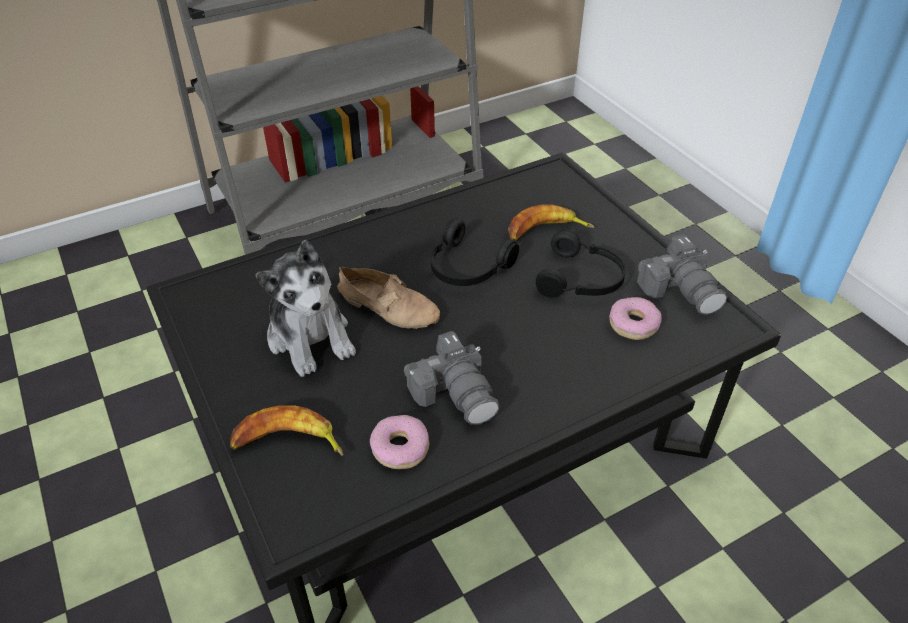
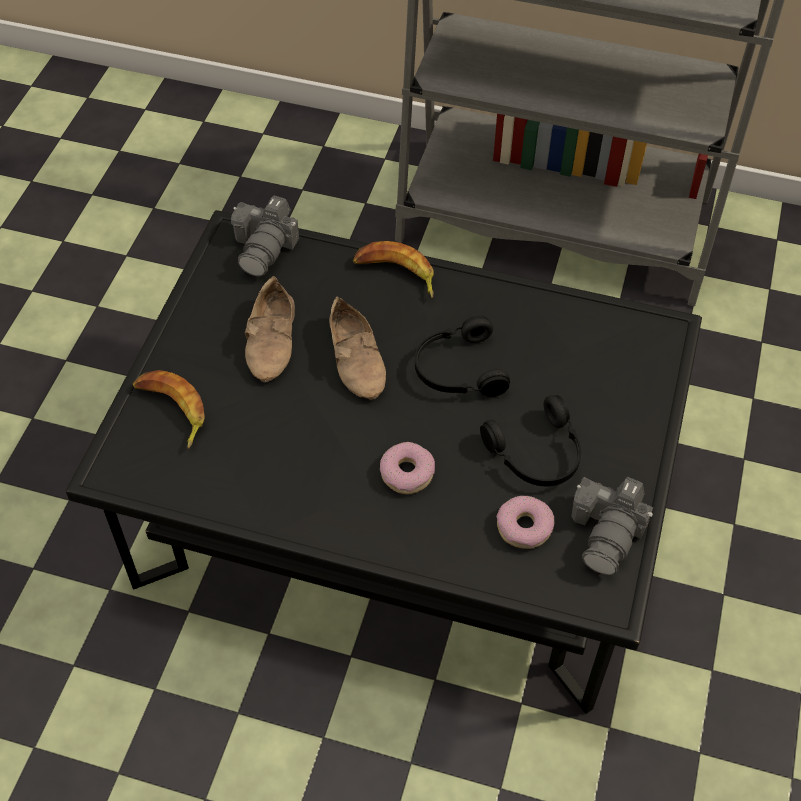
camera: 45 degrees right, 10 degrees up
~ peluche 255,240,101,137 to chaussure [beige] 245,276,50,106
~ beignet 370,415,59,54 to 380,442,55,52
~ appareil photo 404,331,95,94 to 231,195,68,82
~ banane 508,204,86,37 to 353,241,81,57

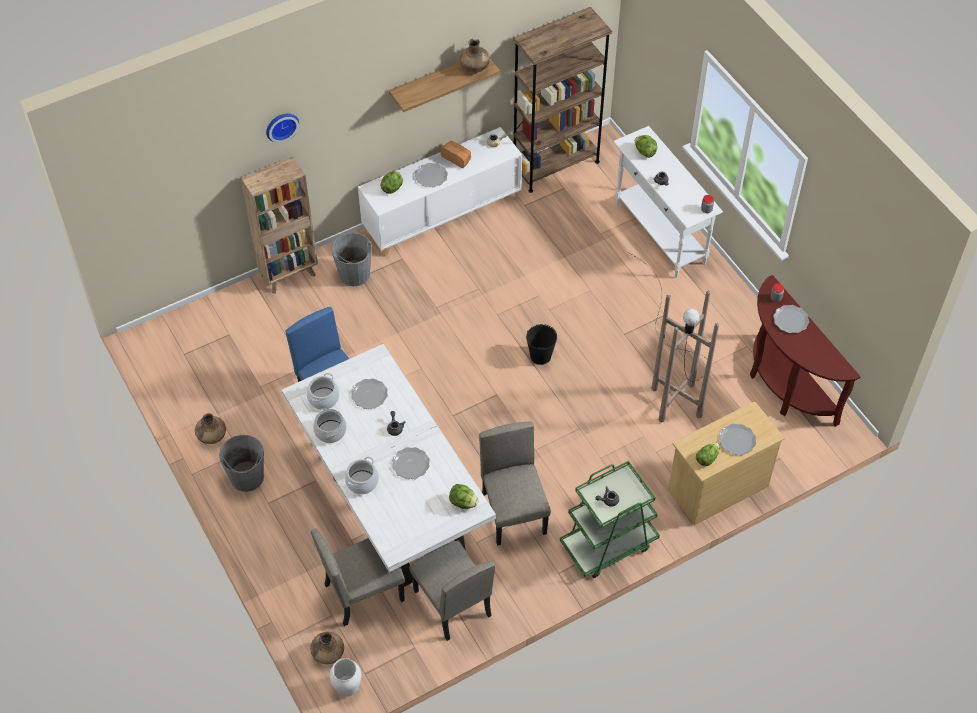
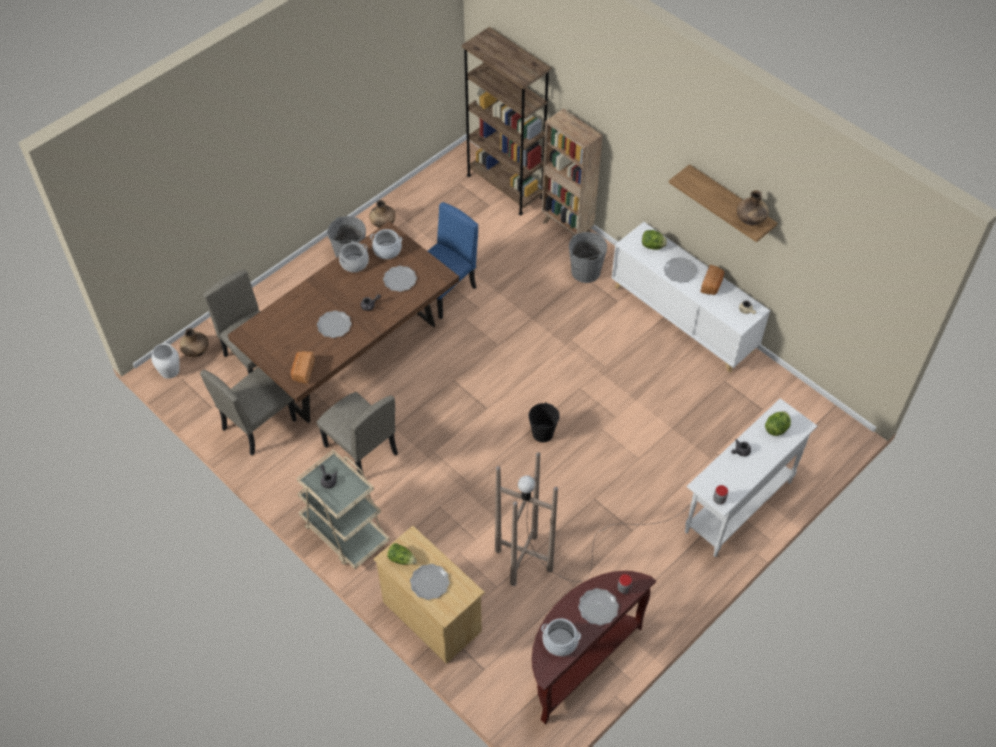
camera: 75 degrees right, 0 degrees up
- horloge murale 266,114,33,29
~ table à manger [blanc] 282,344,214,243 to table à manger [marron] 228,221,231,202
~ marmite 345,456,34,38 to 541,618,40,38
~ laitue 449,484,30,25 to pain 291,351,24,32
~ chaise [beige] 479,421,72,125 = 317,392,81,86 75 degrees clockwise
~ bibliothèque [marron] 513,7,99,186 to 462,27,89,188
~ chariot [vert] 560,461,100,117 to chariot [beige] 297,449,93,120

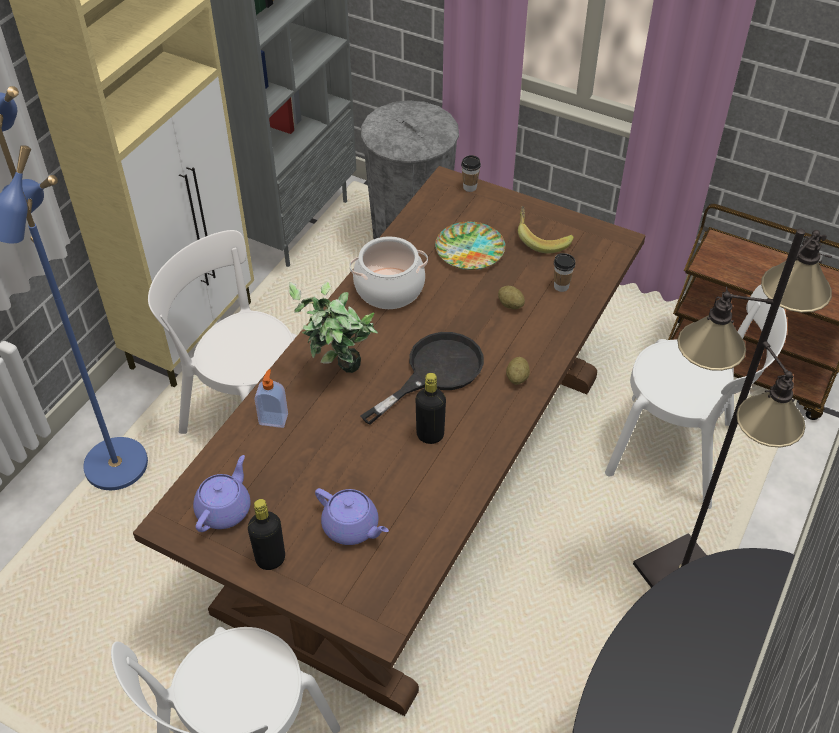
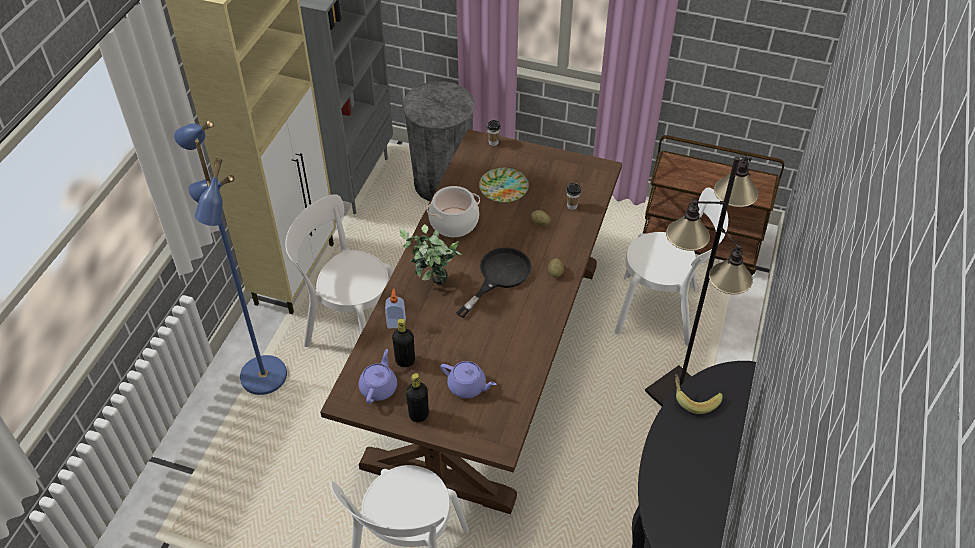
camera: 10 degrees left, 0 degrees up
~ bouteille [noir] 416,373,30,71 to 392,318,23,49
~ banane 518,206,56,47 to 675,374,47,40

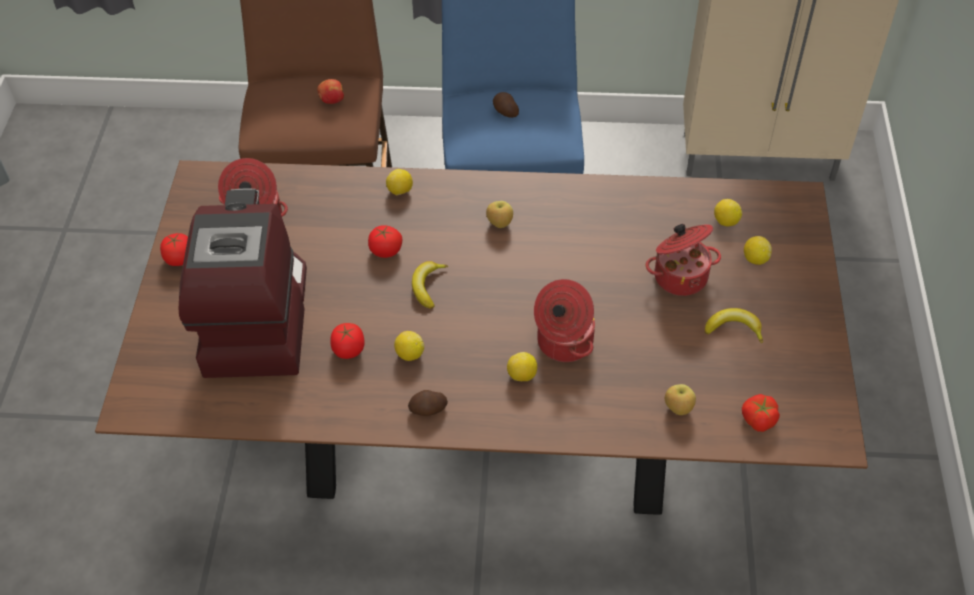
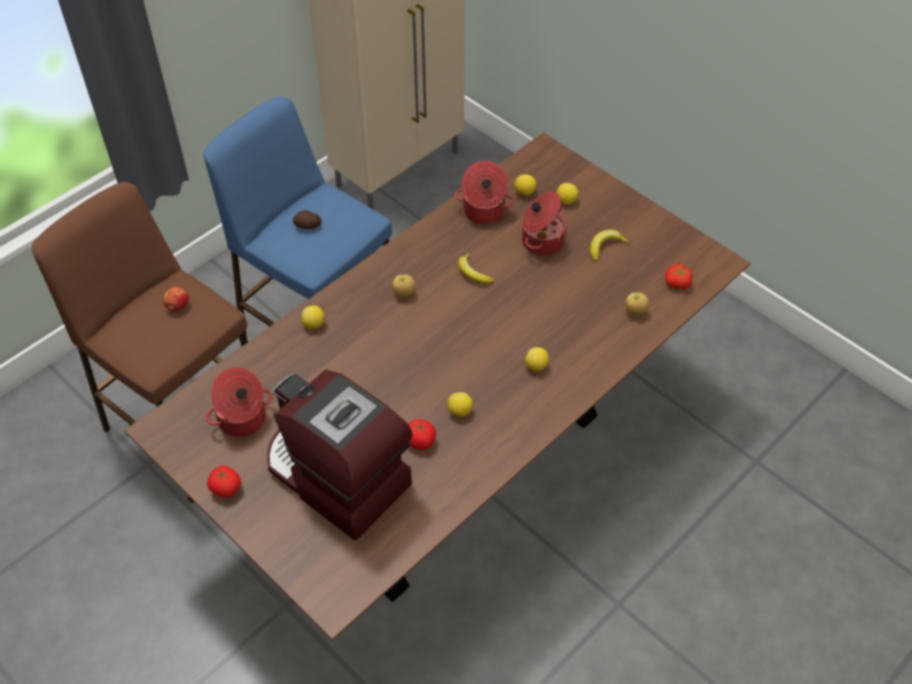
camera: 50 degrees left, 0 degrees up
- tomate 368,225,34,33
- pomme de terre 408,390,40,26
~ banane 412,261,36,48 to 458,253,36,31
~ marmite 534,279,61,83 to 455,161,59,63

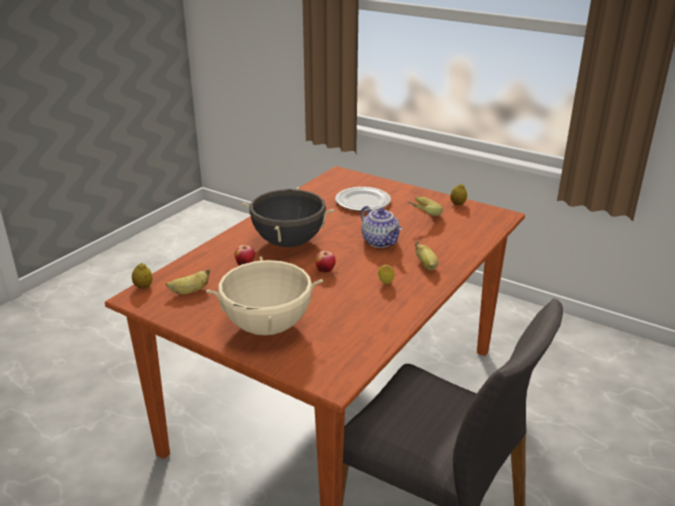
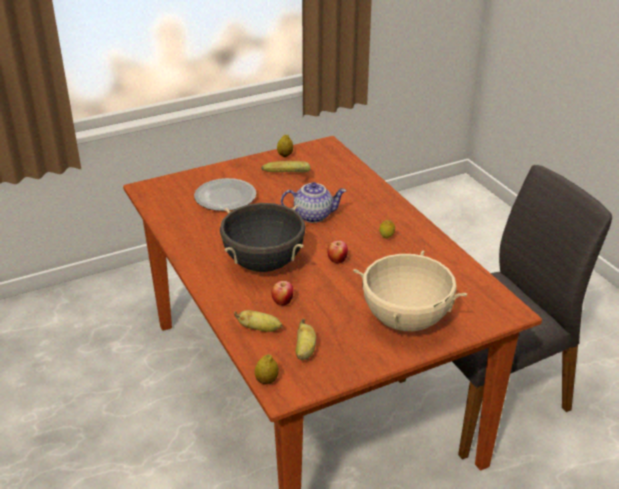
camera: 60 degrees left, 5 degrees up
~ banane 415,241,23,30 to 234,310,48,22

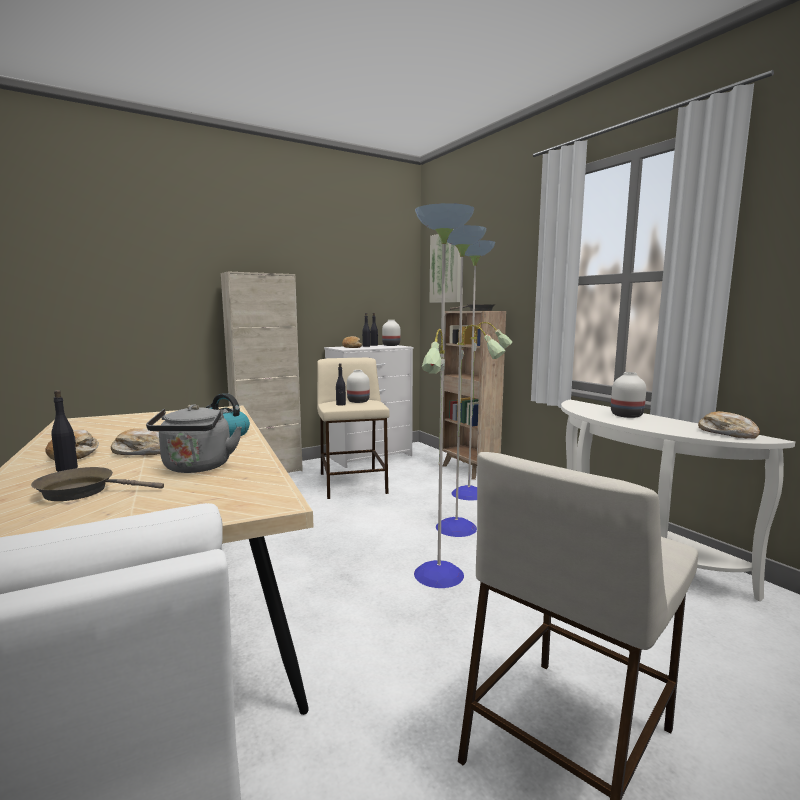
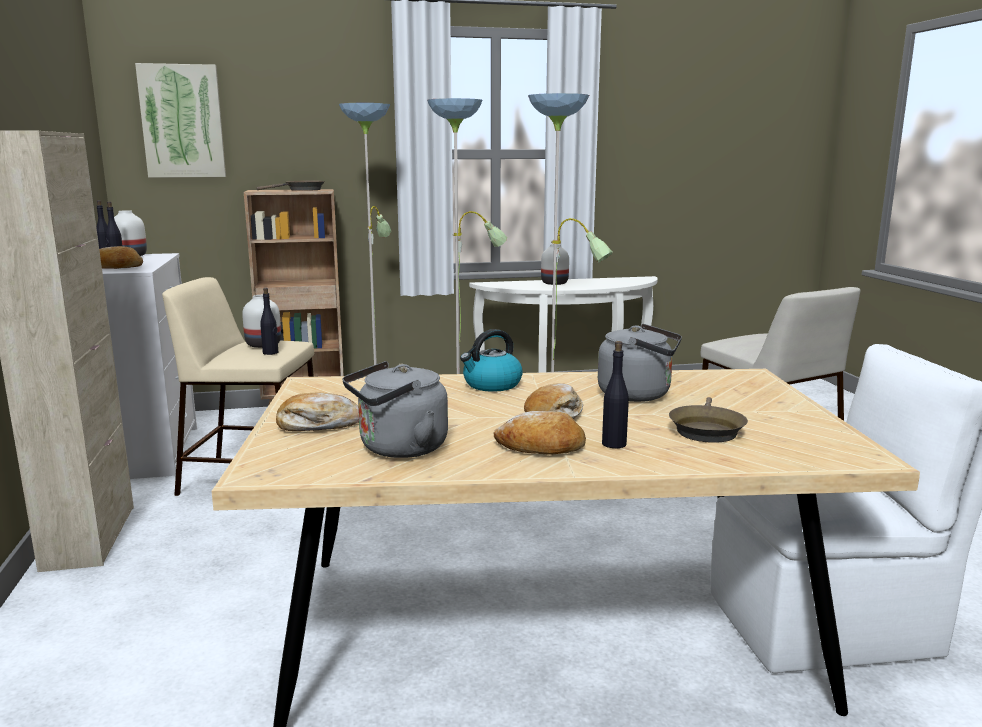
camera: 70 degrees left, 5 degrees up
~ pain 698,411,62,27 to 276,392,83,39
+ bouilloire [gris] 342,361,106,97

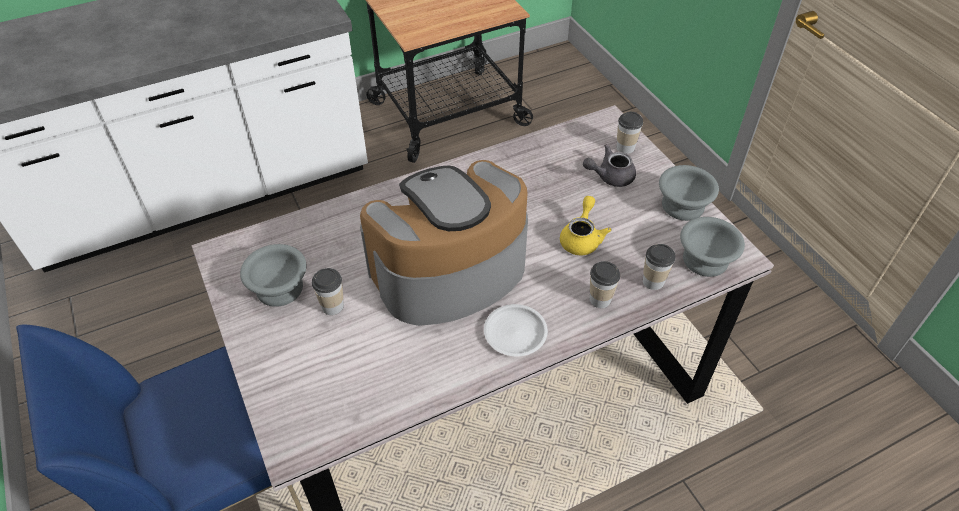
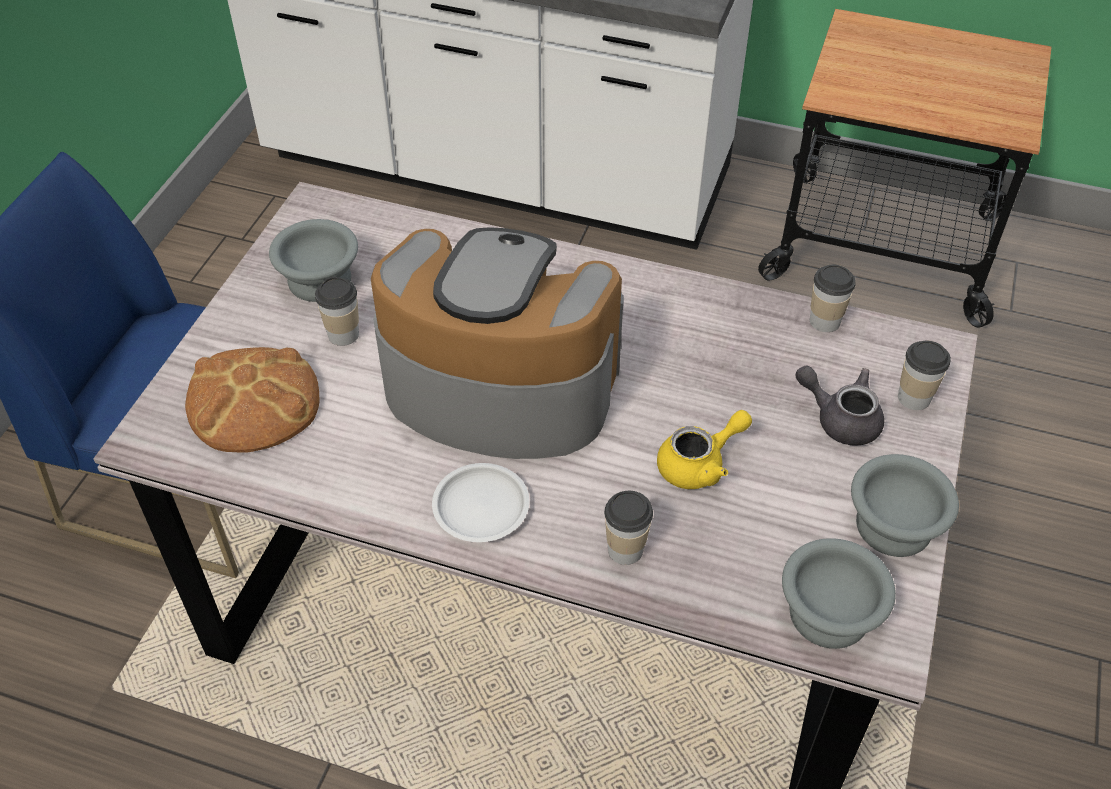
camera: 45 degrees right, 0 degrees up
~ tasse 643,244,32,46 to 810,265,46,67
+ pain 185,347,135,105

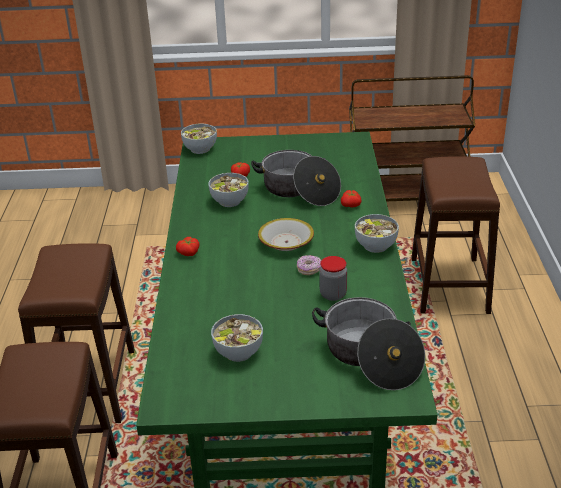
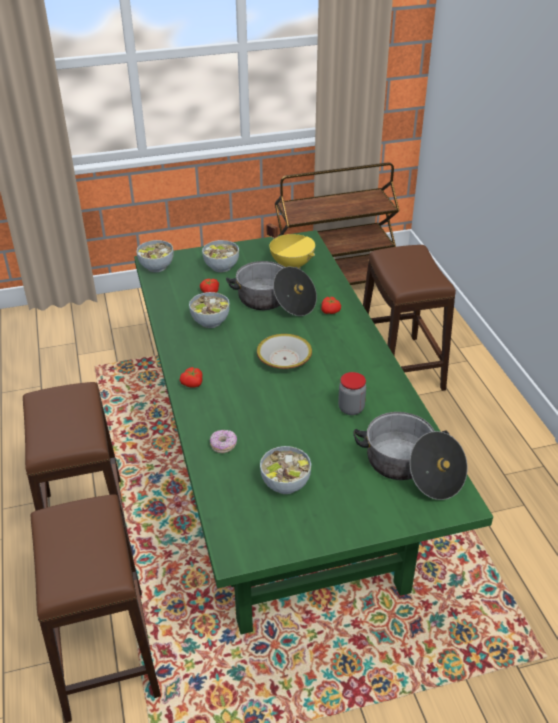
camera: 15 degrees left, 5 degrees up
~ beignet 297,255,24,20 to 210,430,27,23
~ bol 355,214,44,39 to 202,240,37,32
+ marmite [jaune] 267,223,48,46

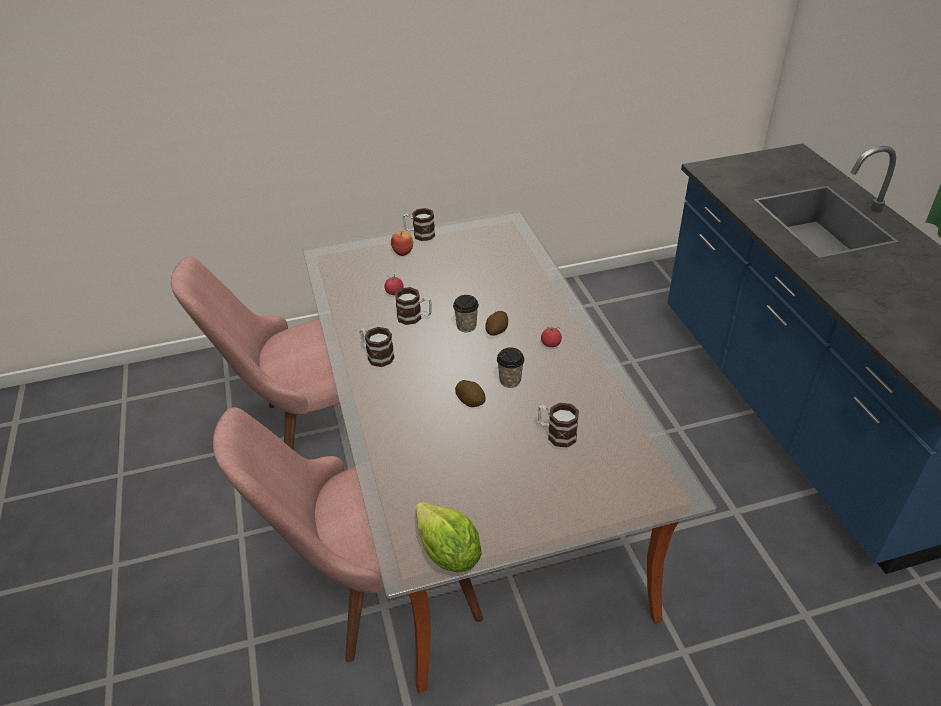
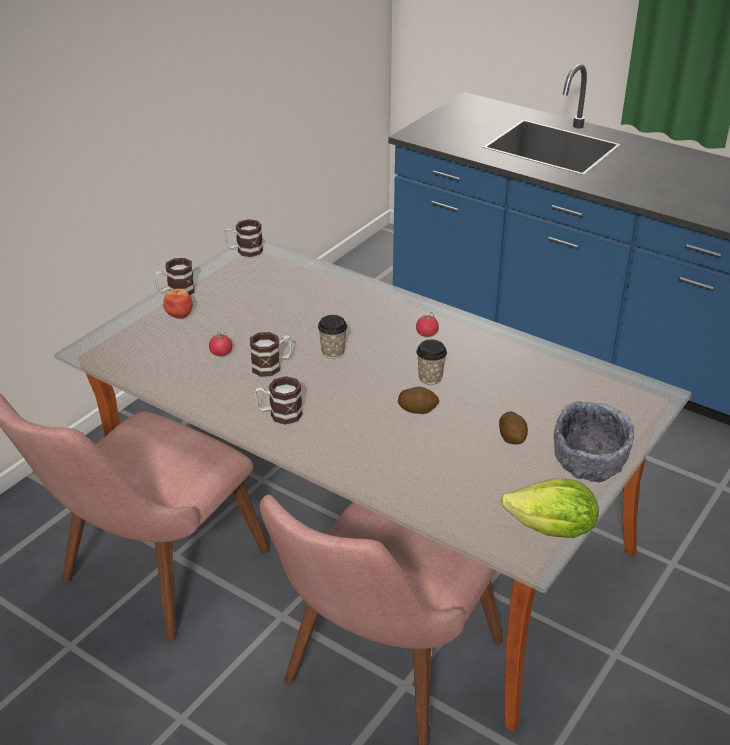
camera: 40 degrees left, 5 degrees down
~ pomme de terre 485,311,23,25 to 499,411,29,33
~ mug 538,403,41,45 to 224,219,39,38
+ bol [gris] 554,401,80,81

